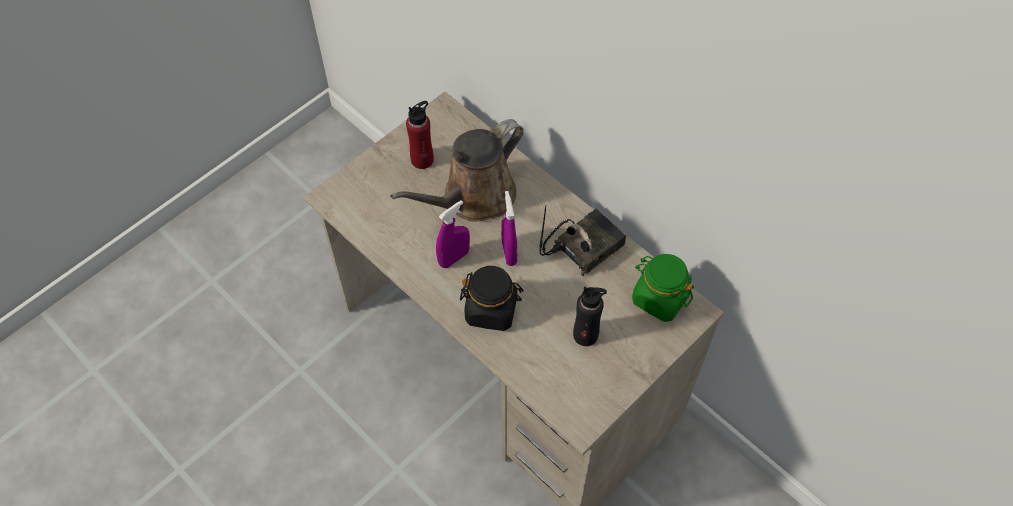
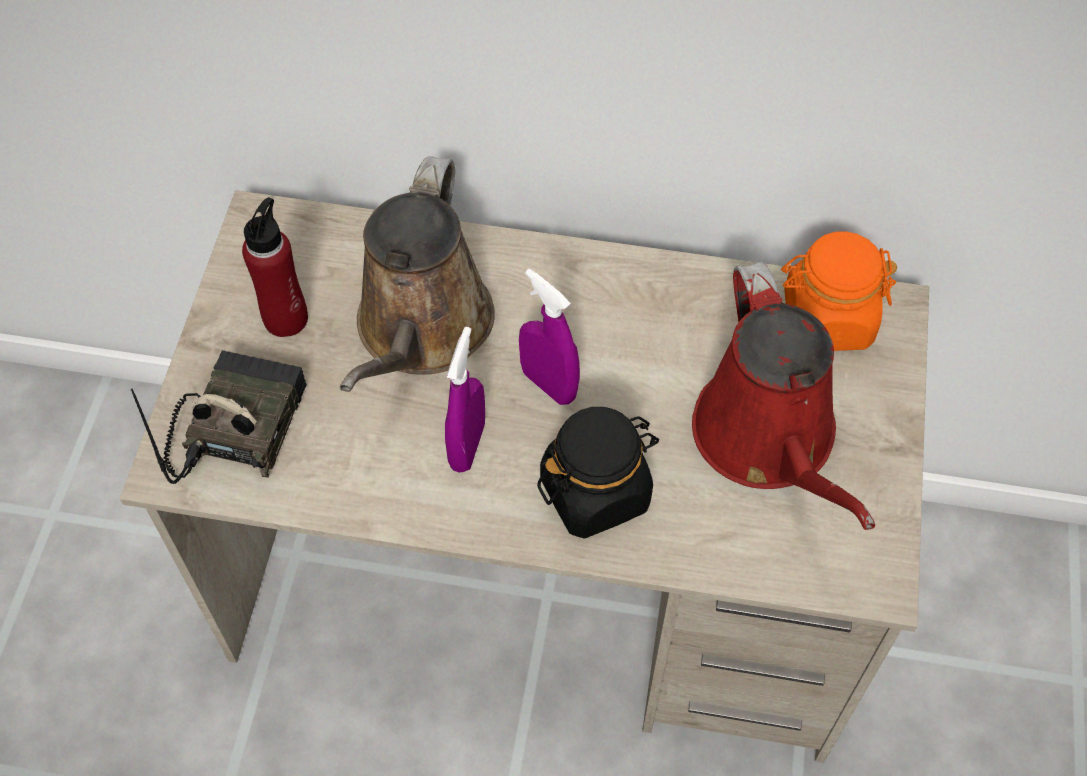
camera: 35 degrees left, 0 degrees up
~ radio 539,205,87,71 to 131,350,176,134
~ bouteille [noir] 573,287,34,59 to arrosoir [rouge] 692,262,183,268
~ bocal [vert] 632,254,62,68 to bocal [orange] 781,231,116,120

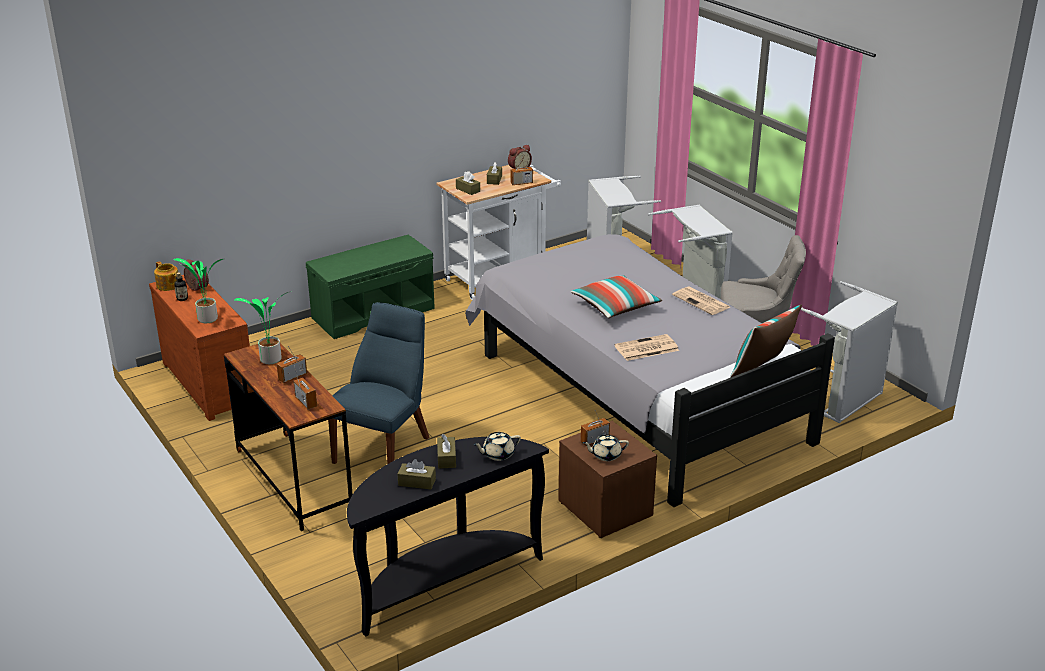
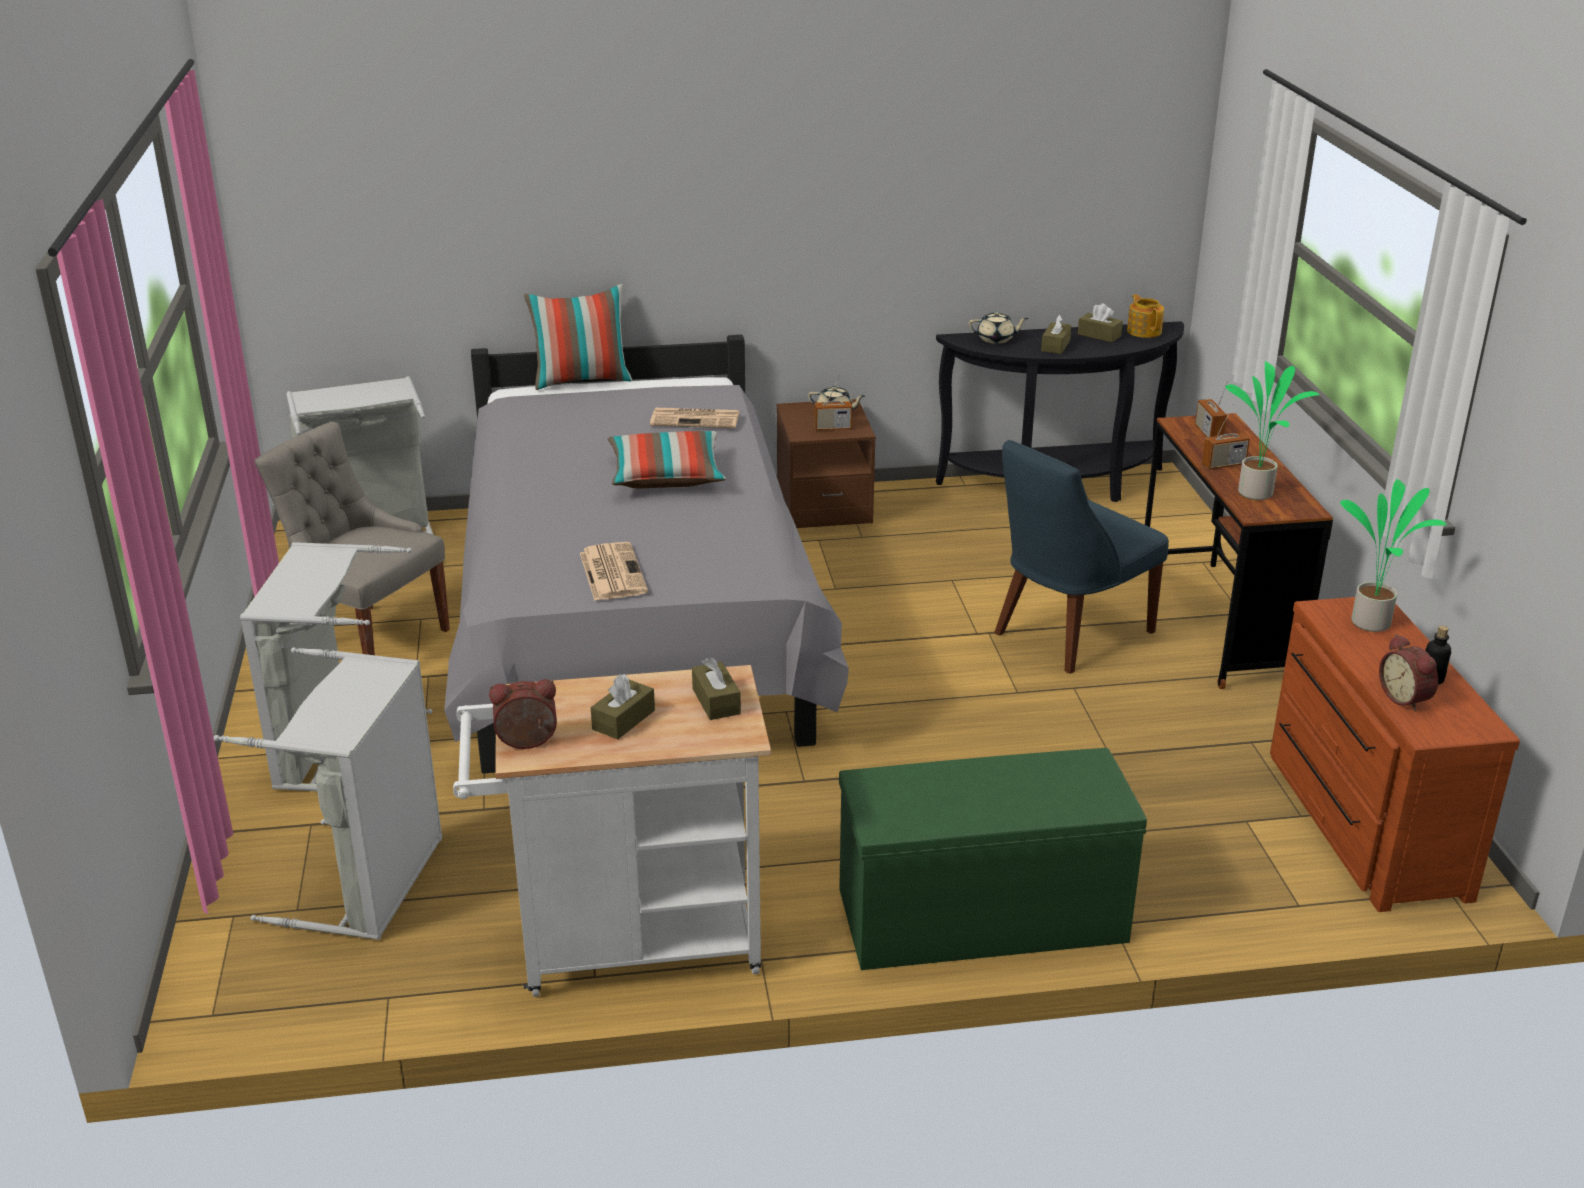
camera: 155 degrees left, 0 degrees up
~ théière 154,261,24,30 to 1127,294,37,44
- radio 510,153,23,32
~ journal 672,286,58,29 to 580,542,68,59

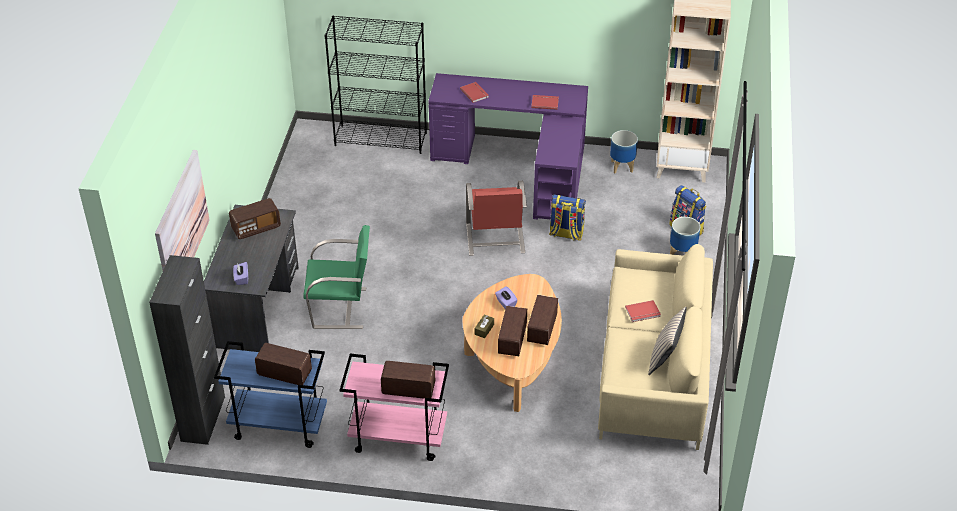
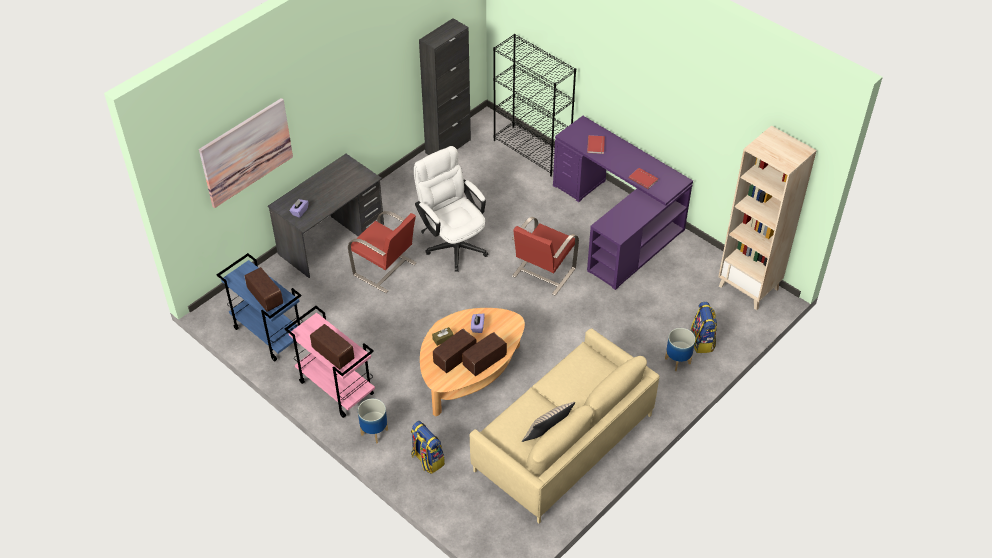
camera: 35 degrees right, 5 degrees up
~ meuble de rangement [noir] 149,255,76,190 to 419,18,52,137
- radio 229,198,52,41
~ chaise [vert] 303,225,67,104 to chaise [rouge] 348,211,69,82
~ sac à dos 549,194,37,47 to 411,421,34,53
~ cache-pot 610,130,28,43 to 358,399,30,45
- livre [rouge] 625,300,36,22
+ chaise de bureau [blanc] 414,146,74,126

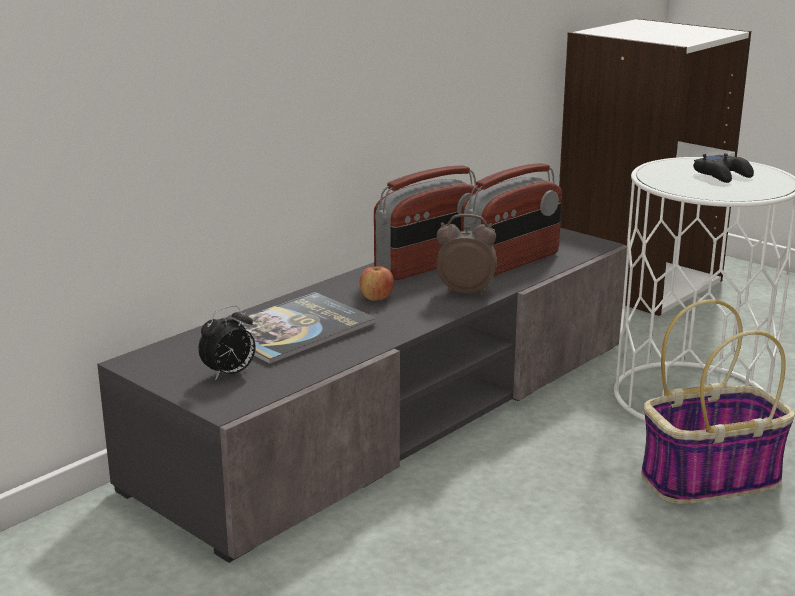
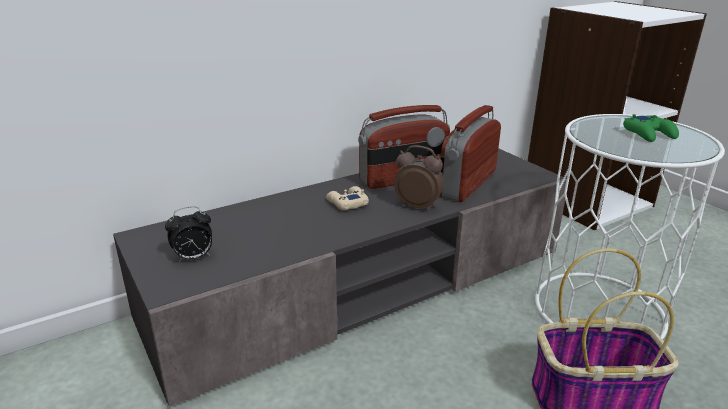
camera: 15 degrees right, 5 degrees up
- livre 236,292,140,73
~ pomme 360,266,34,35 to manette [beige] 326,186,43,24
~ radio 461,163,101,113 = 440,105,61,97 150 degrees clockwise
~ manette [noir] 693,153,61,30 to manette [vert] 623,114,56,28

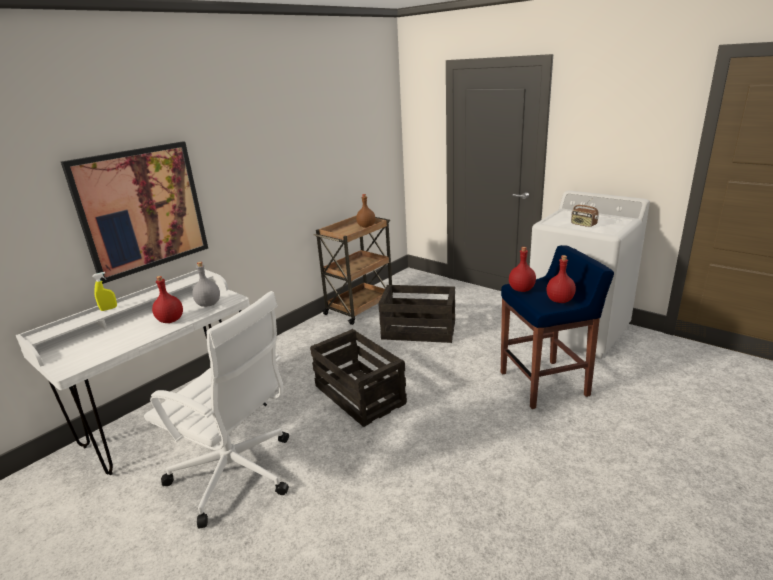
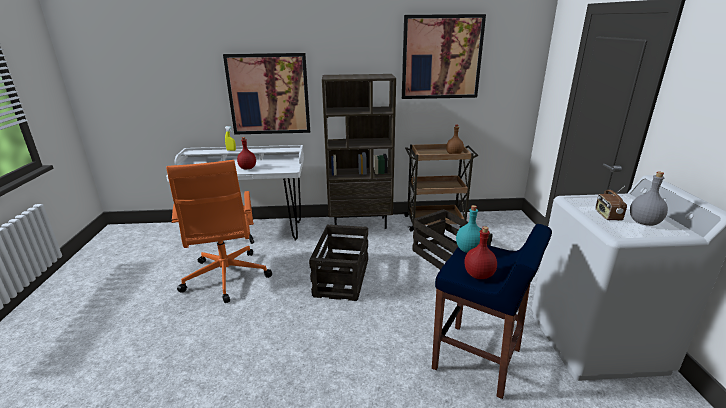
camera: 45 degrees right, 0 degrees up
~ chaise de bureau [blanc] 144,291,145,238 to chaise de bureau [orange] 166,160,106,143
~ bouteille [gris] 192,262,28,45 to 630,172,38,54
~ bouteille [rouge] 509,247,27,45 to bouteille [turquoise] 456,205,26,48
+ bibliothèque [marron] 322,74,74,155
+ tableau 402,14,84,85

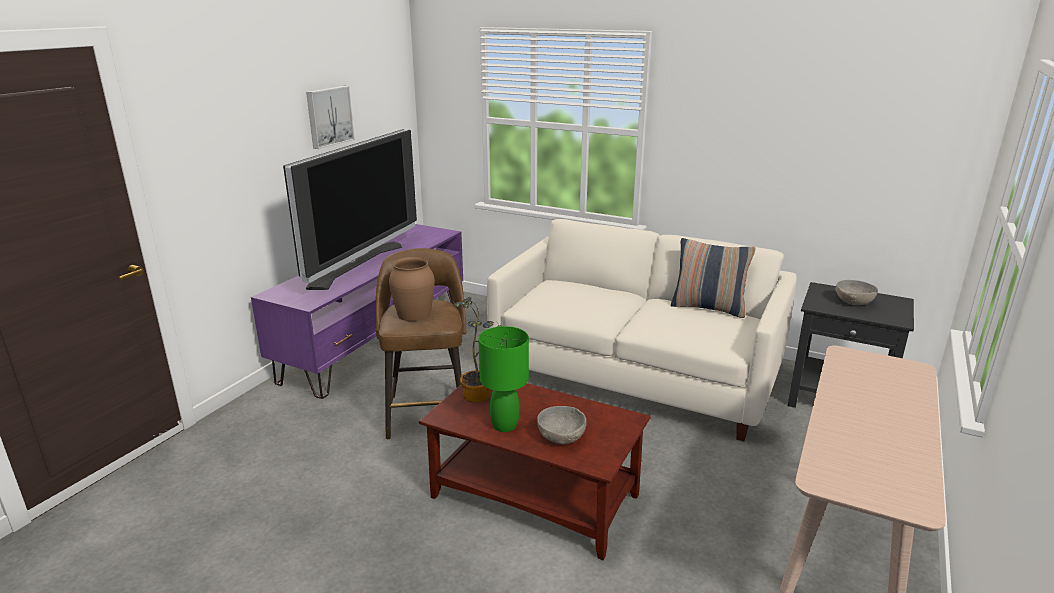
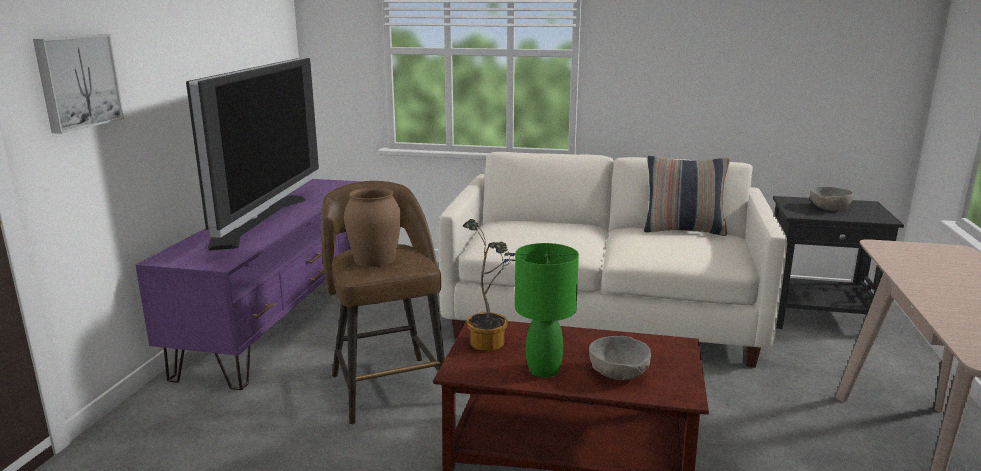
camera: 15 degrees left, 5 degrees down
~ tableau 306,86,49,63 to 33,34,91,100

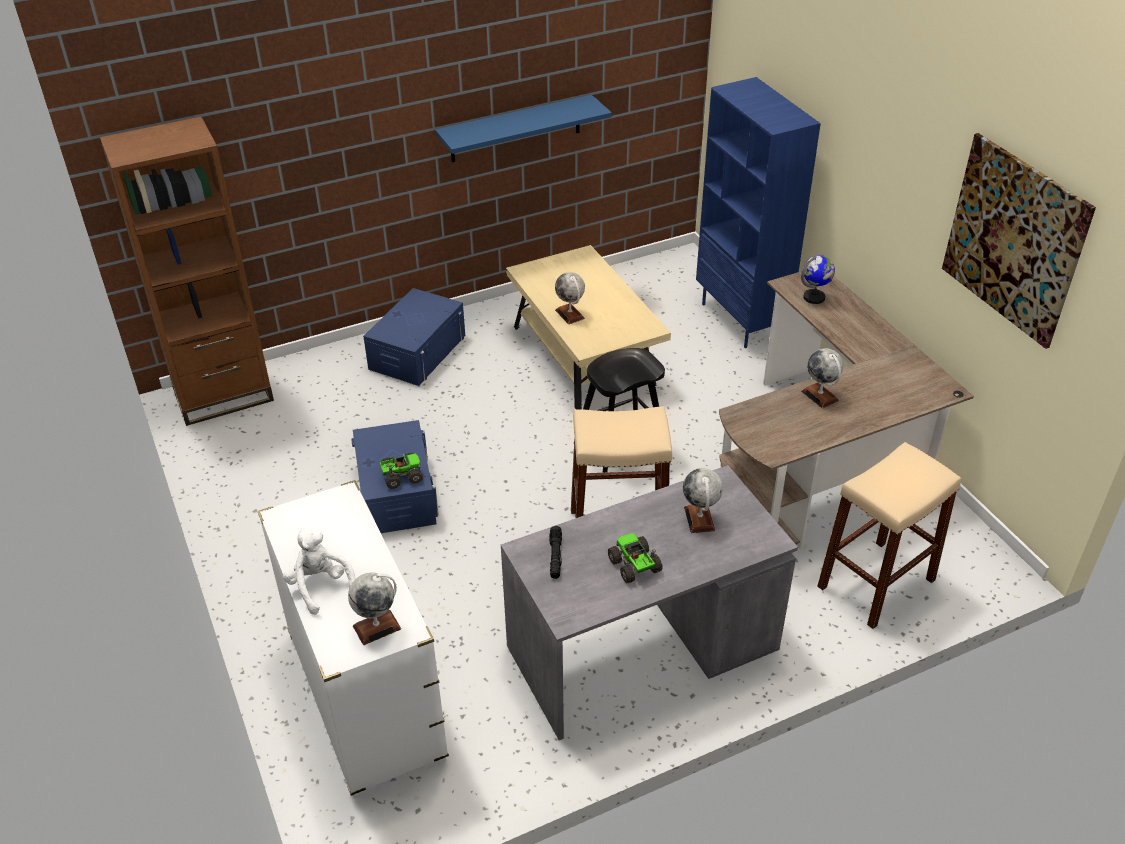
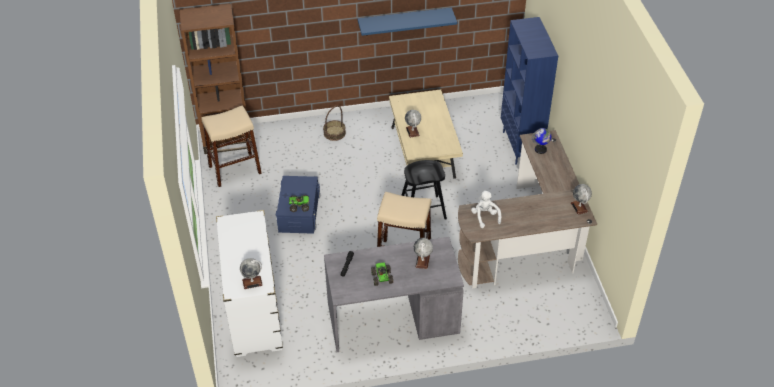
camera: 15 degrees right, 5 degrees up
~ peluche [blanc] 283,525,73,90 to 471,190,30,38
~ boîte de rangement [bleu] 363,288,102,98 to panier 323,105,23,36
~ globe 801,348,42,60 to 571,184,21,31
~ tabouret [beige] 817,442,144,187 to 201,105,61,82
- tableau 942,133,154,216

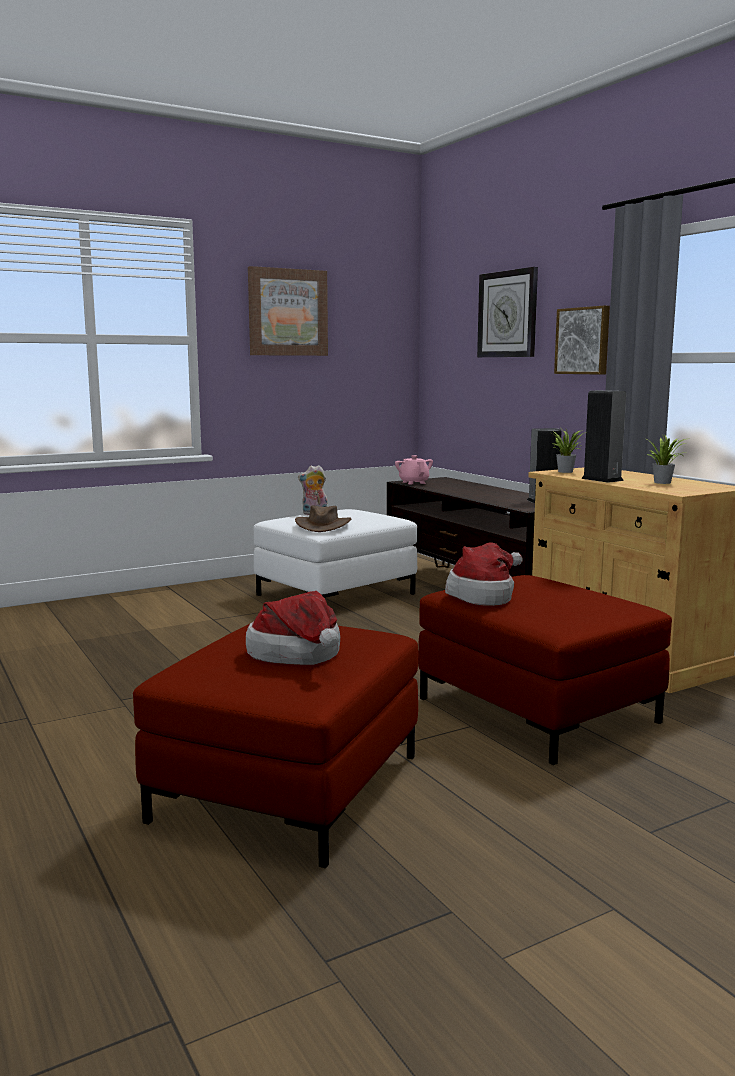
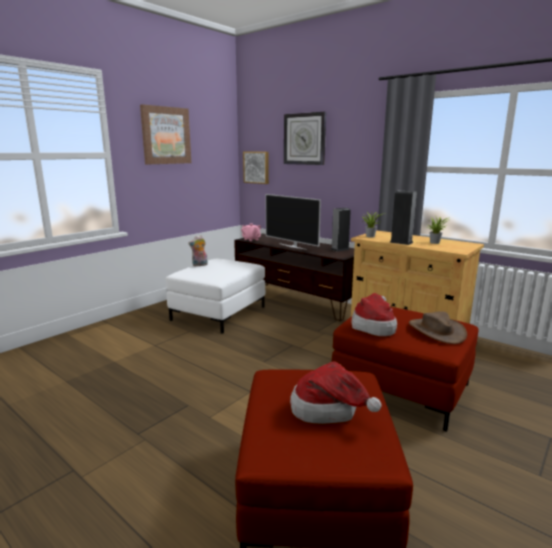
camera: 20 degrees left, 5 degrees up
~ chapeau [marron] 295,506,56,26 to 409,311,58,33
~ tableau 554,306,56,69 to 243,152,26,32
+ téléviseur 266,194,55,56

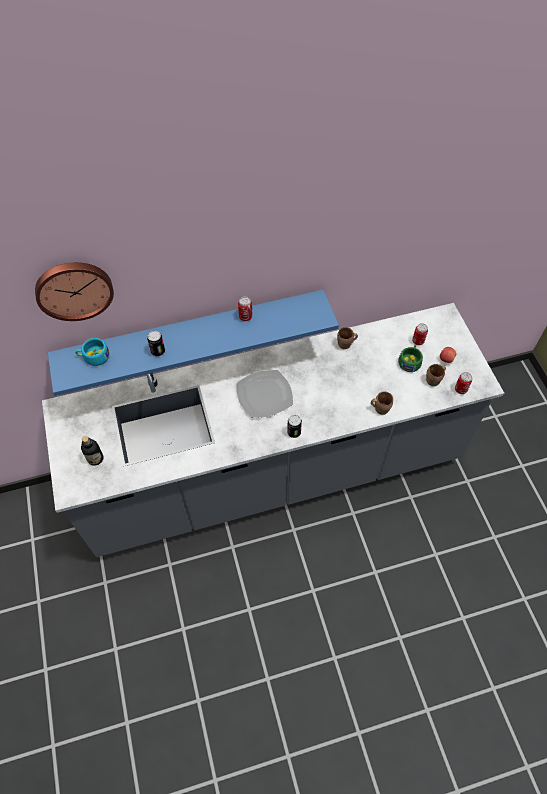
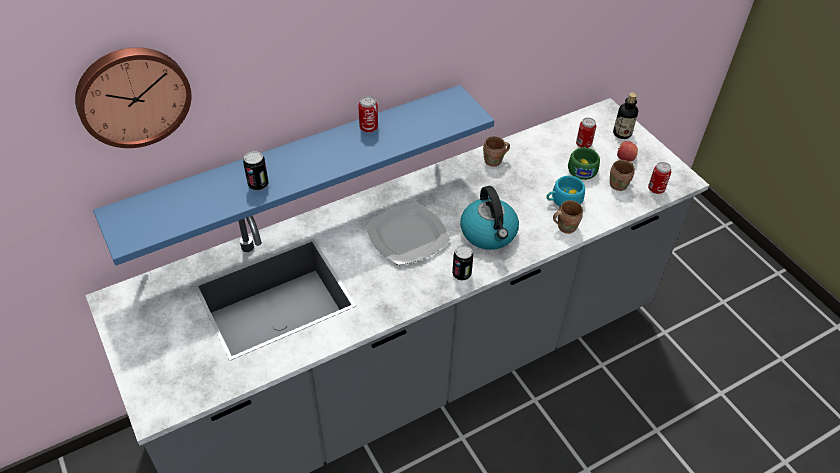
camera: 15 degrees left, 10 degrees down
~ tasse [turquoise] 75,338,34,28 to 546,175,39,31
~ bouteille 81,436,23,30 to 613,92,25,47
+ bouilloire 460,186,59,64

